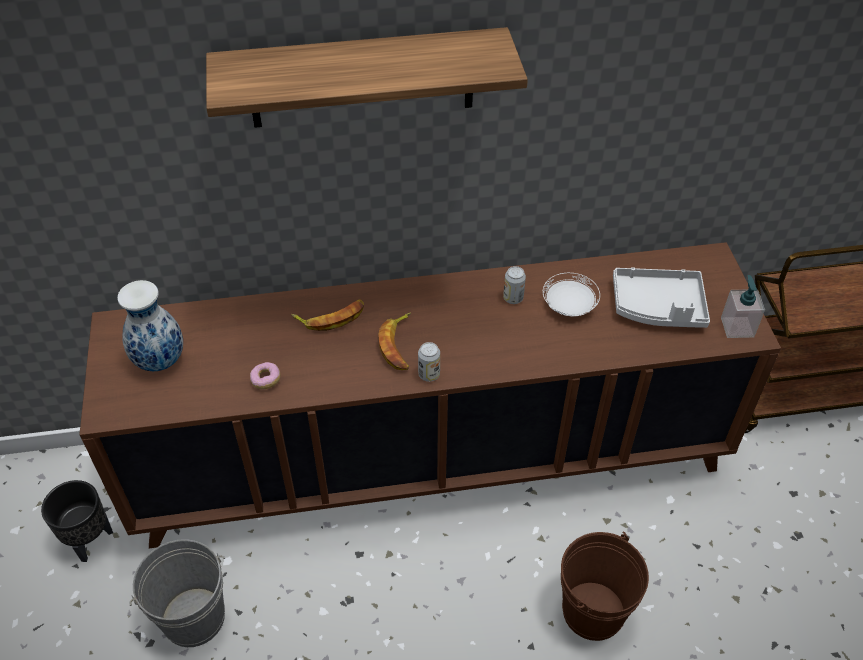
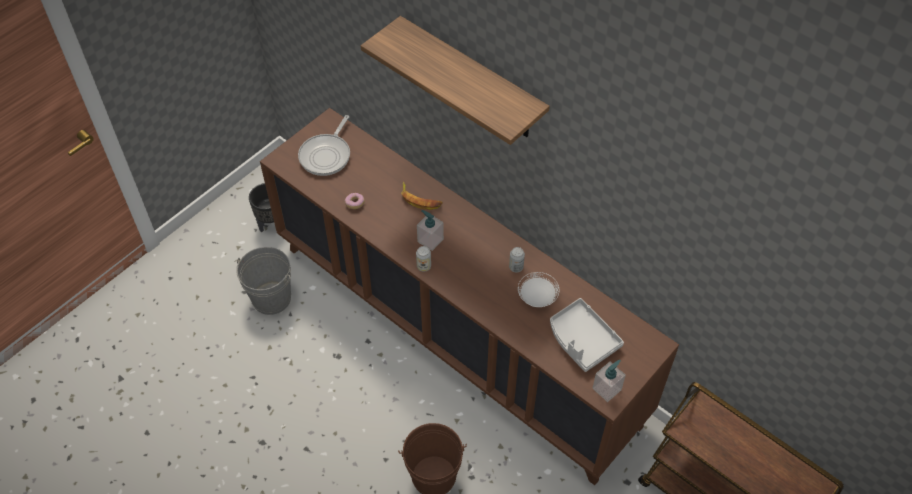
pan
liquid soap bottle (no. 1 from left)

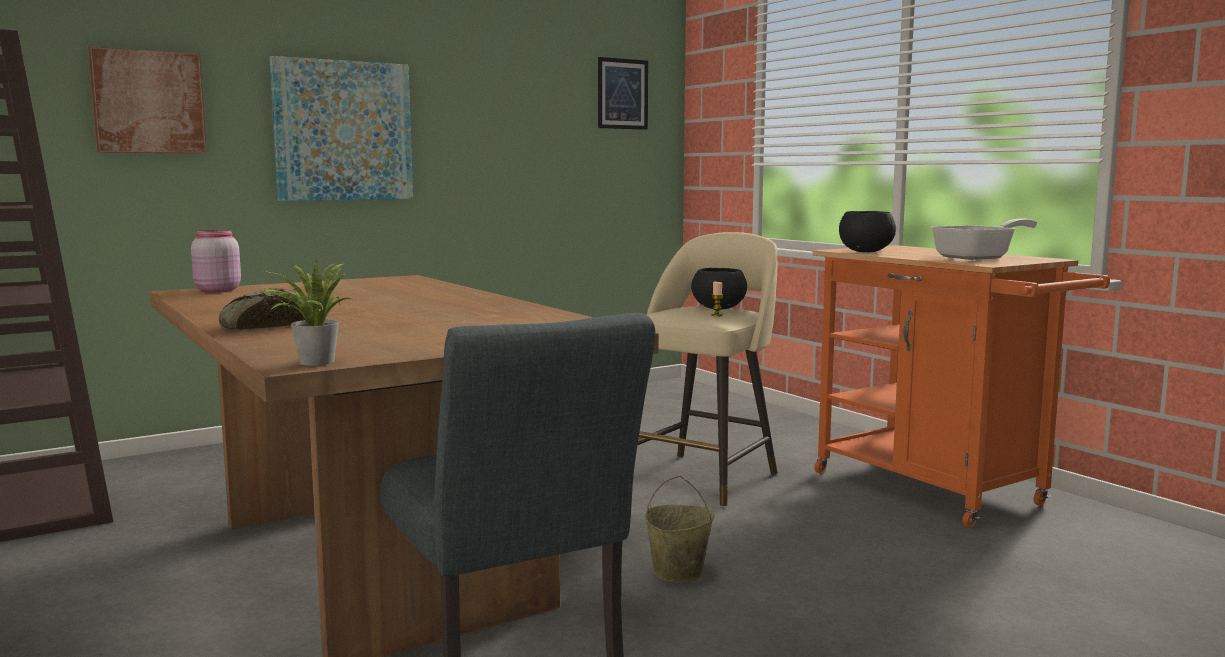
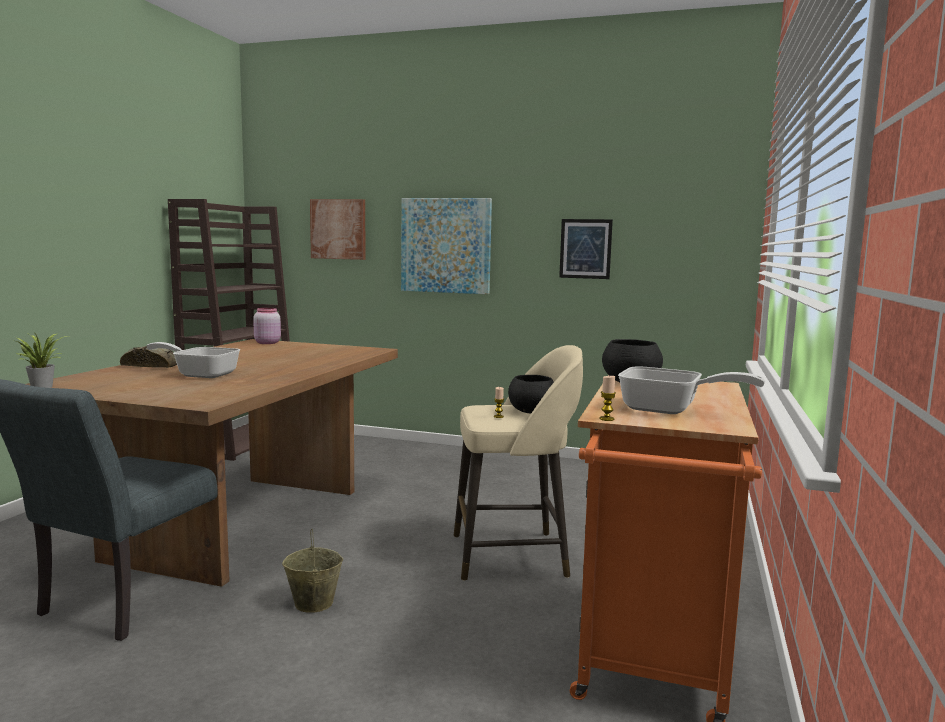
pan (no. 1 from left)
picture (no. 3 from left)
wax light (no. 2 from left)

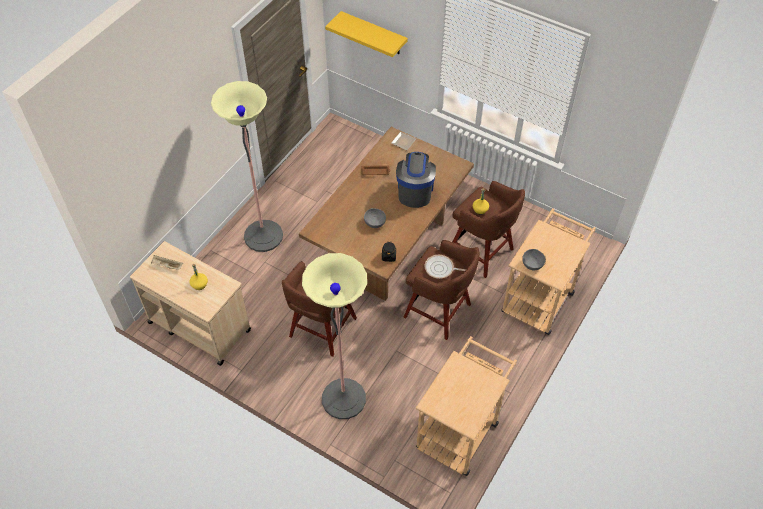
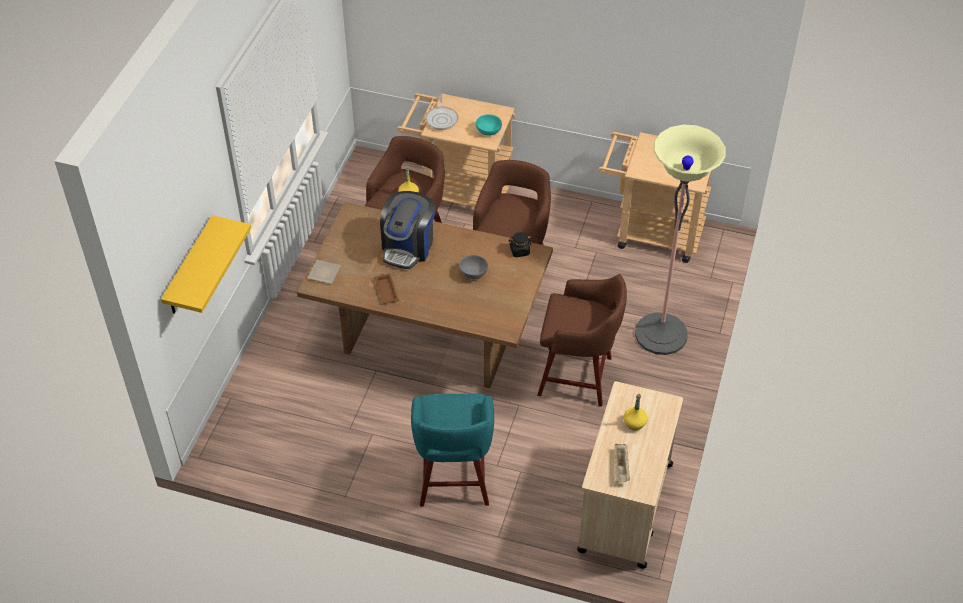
coffee brewer
sitting stool (turquoise)
pan
bowl (turquoise)

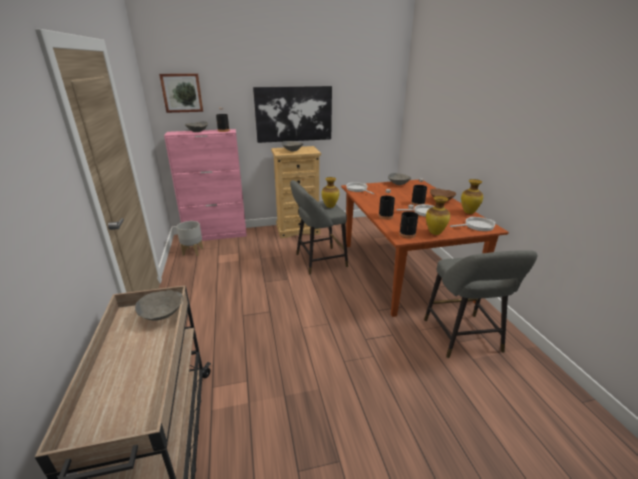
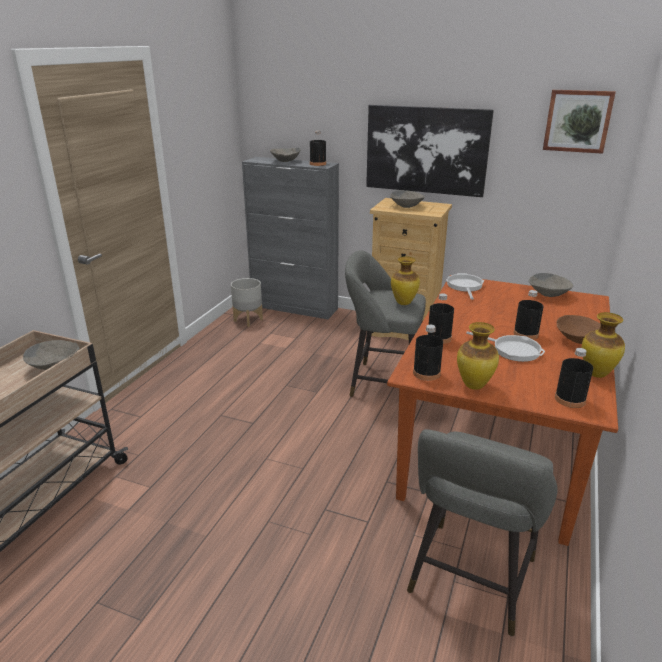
storage cabinet (gray)
picture (no. 2 from left)
drink bottle (black-coloured) (no. 5 from left)

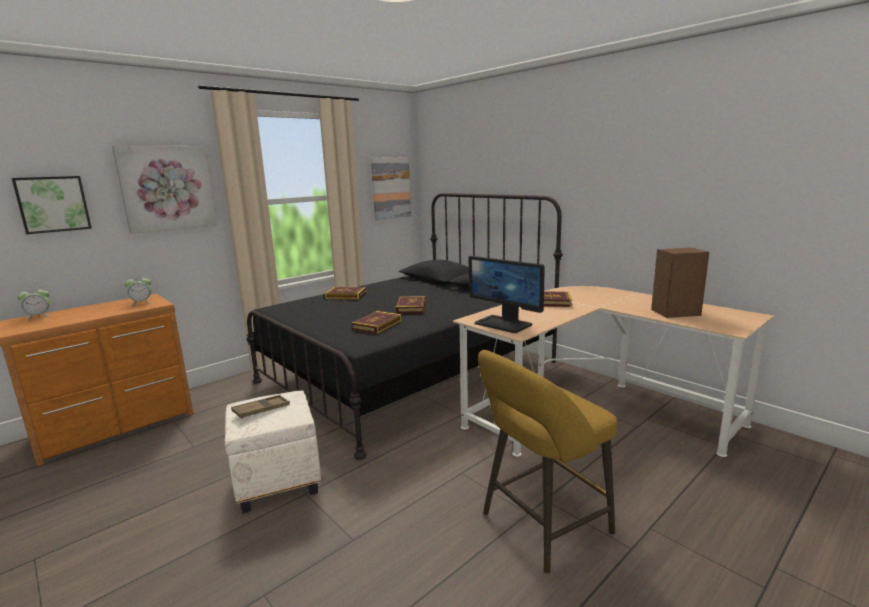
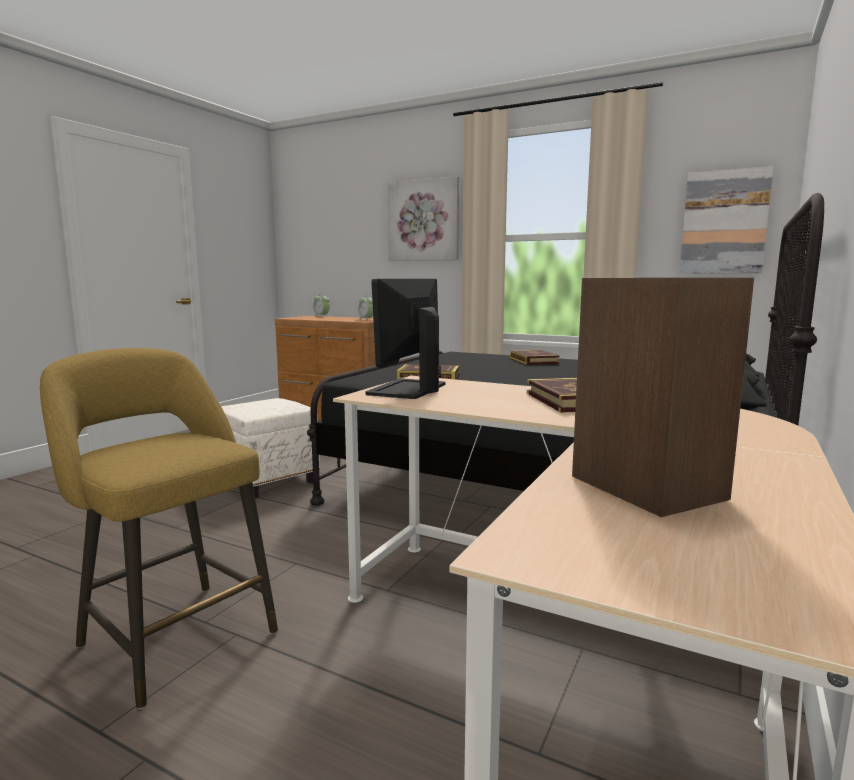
picture (no. 1 from left in the first image)
tray (brownish)
book (no. 3 from left in the first image)

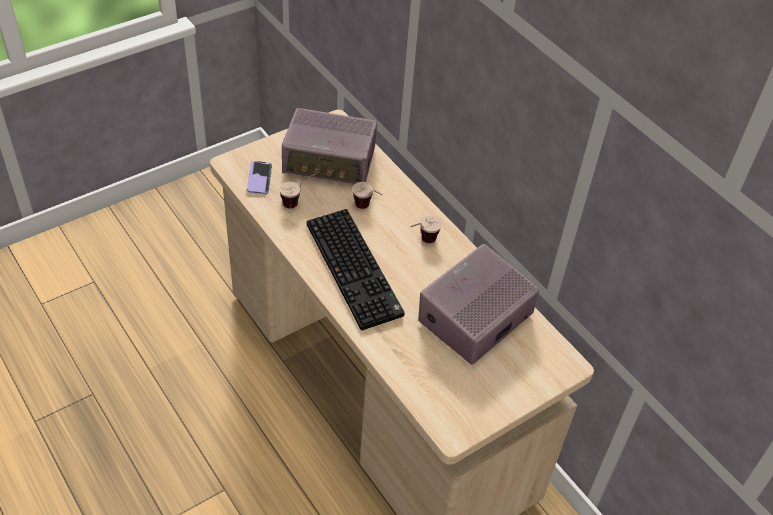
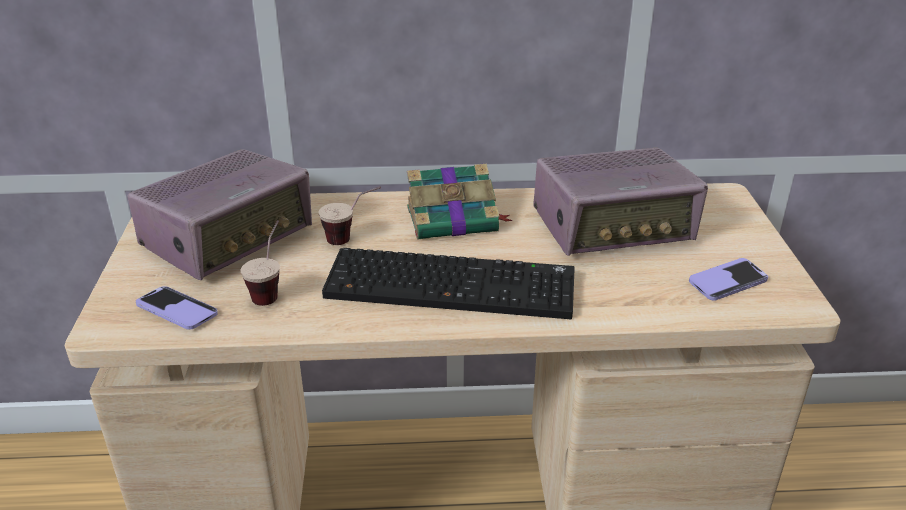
book
radio receiver (no. 2 from left)
telephone (no. 2 from left)

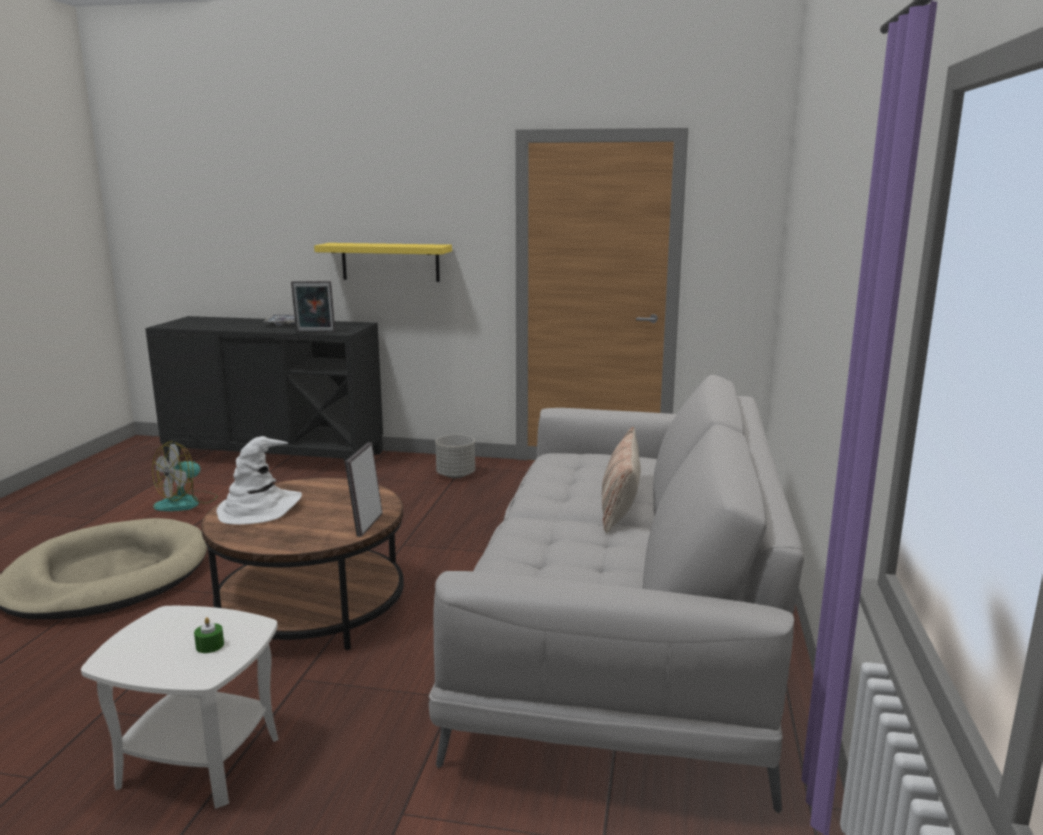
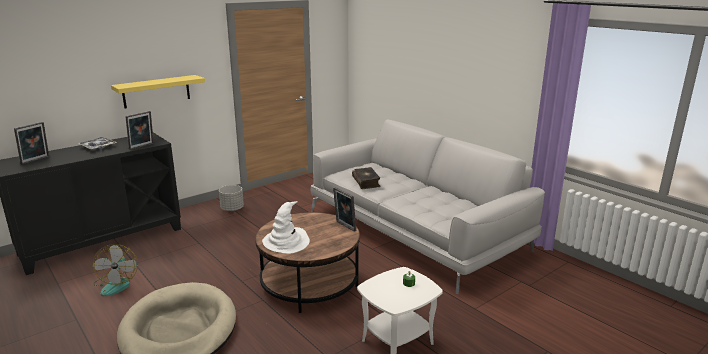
picture frame (no. 1 from left)
book
pillow

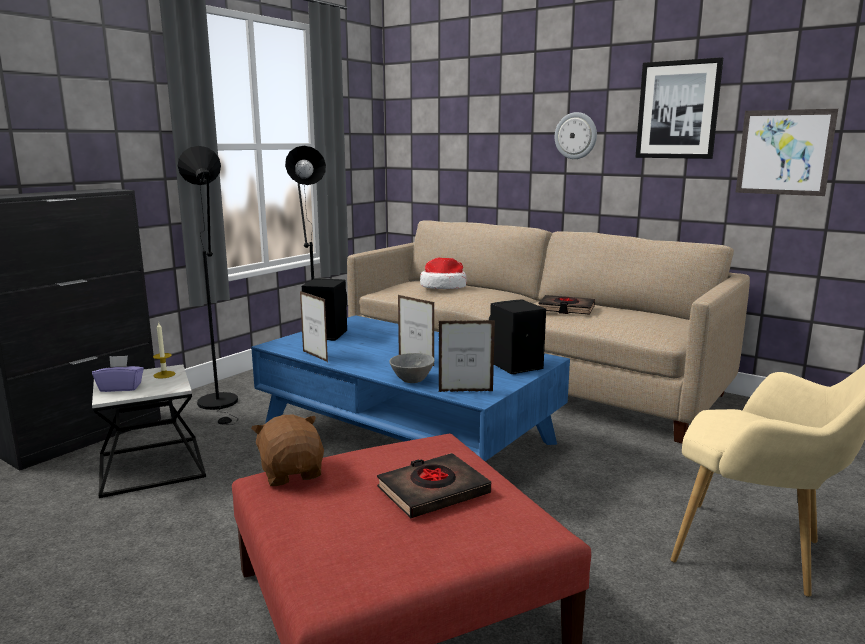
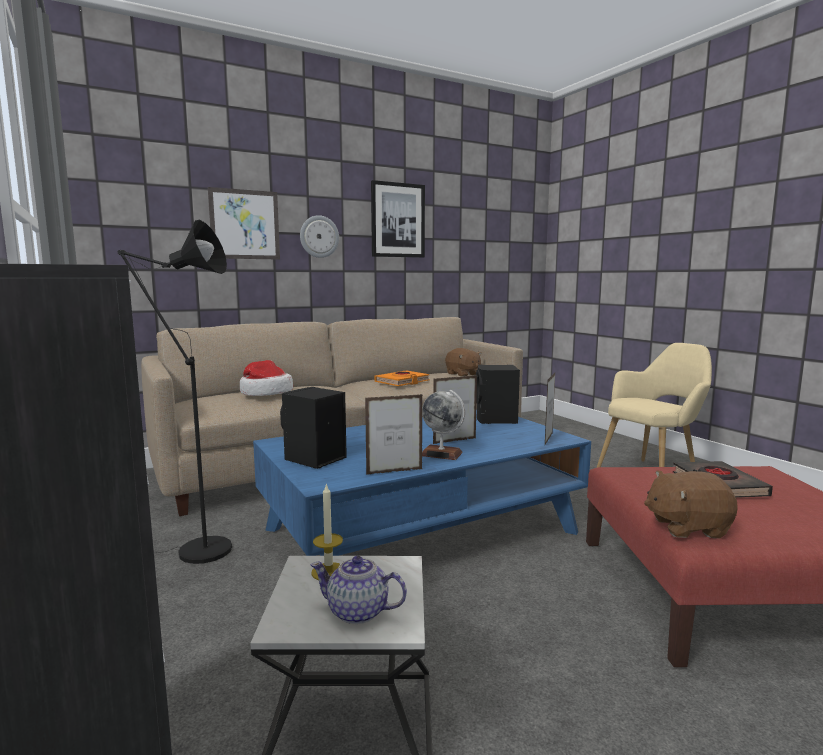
picture (no. 1 from left)
teapot
book (orangey)
globe
plush toy (brownish) (no. 1 from left)
standard lamp (black-coloured) (no. 1 from left in the first image)
bowl (gray)

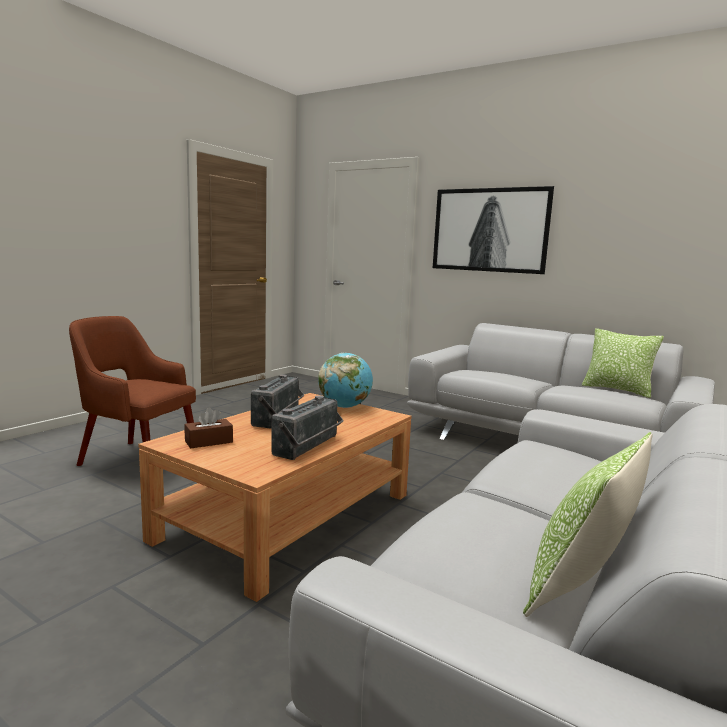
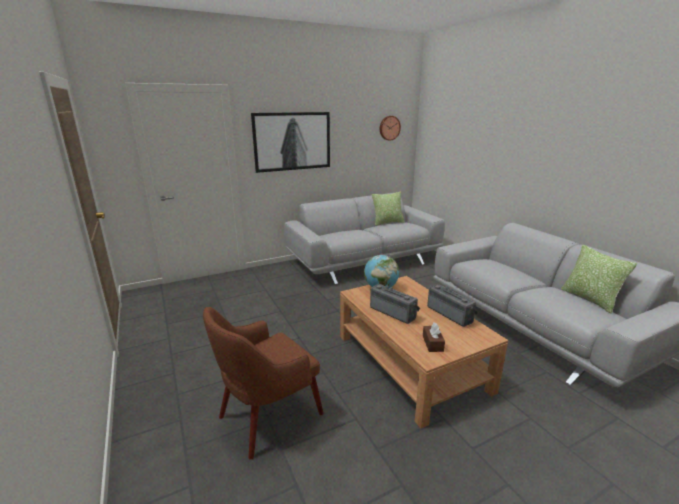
clock on the wall

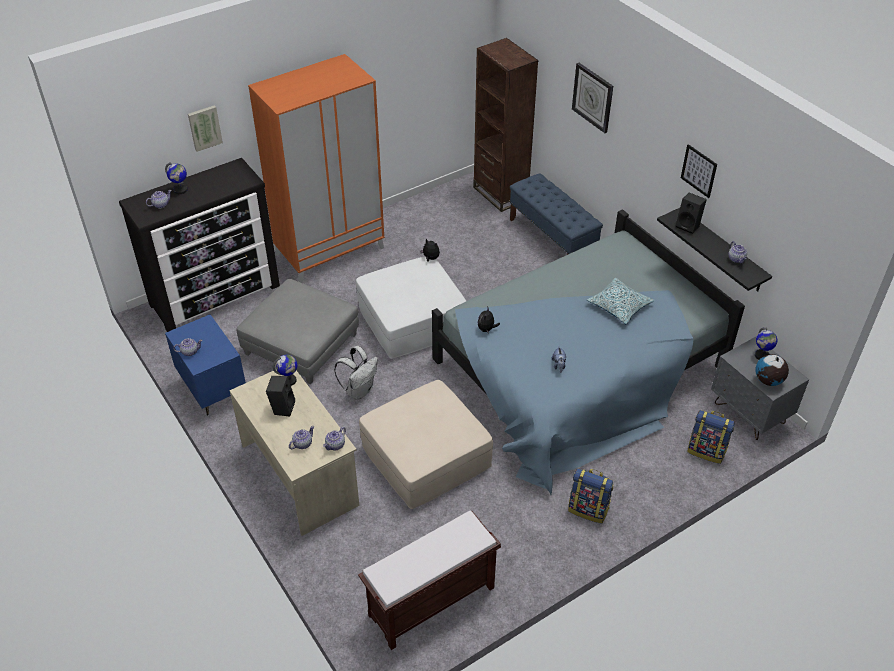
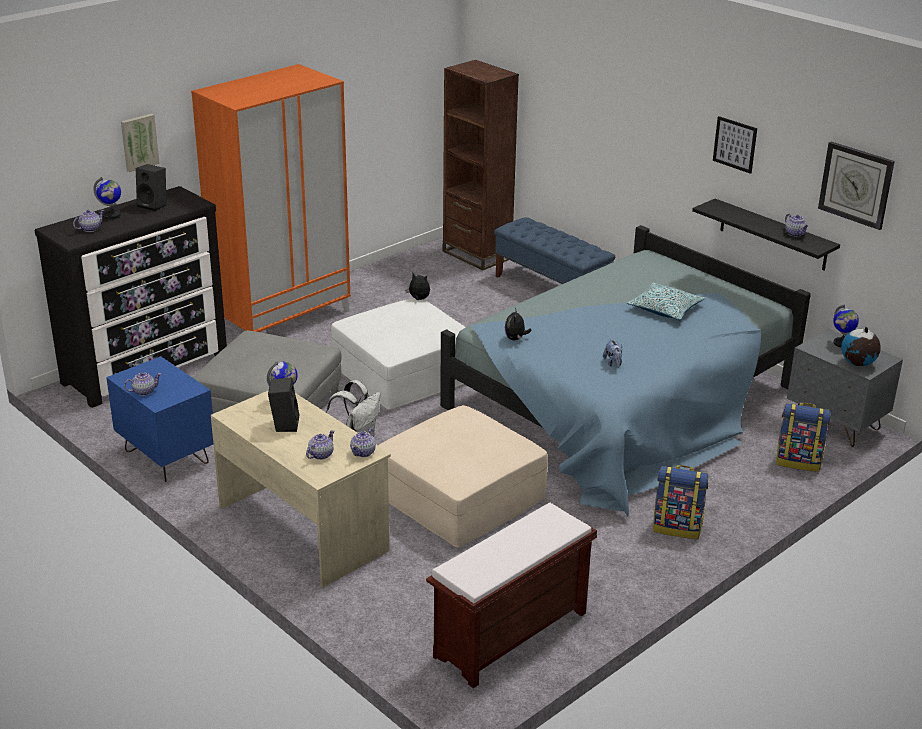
audio speaker (black-coloured) (no. 1 from left)
clock on the wall

